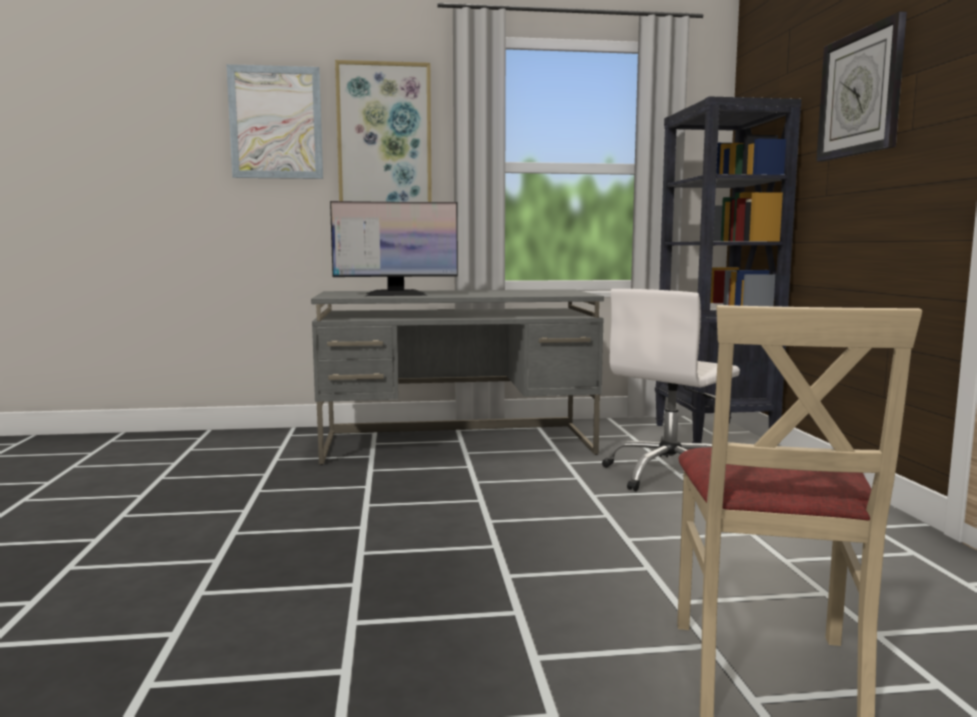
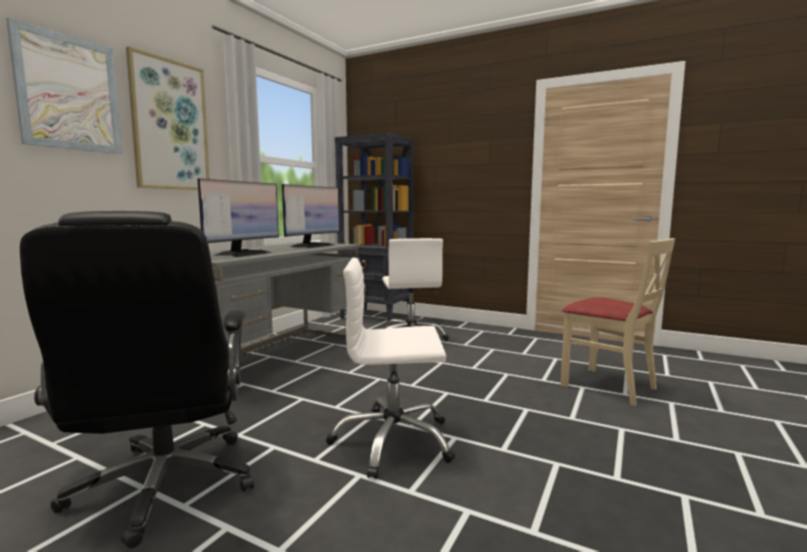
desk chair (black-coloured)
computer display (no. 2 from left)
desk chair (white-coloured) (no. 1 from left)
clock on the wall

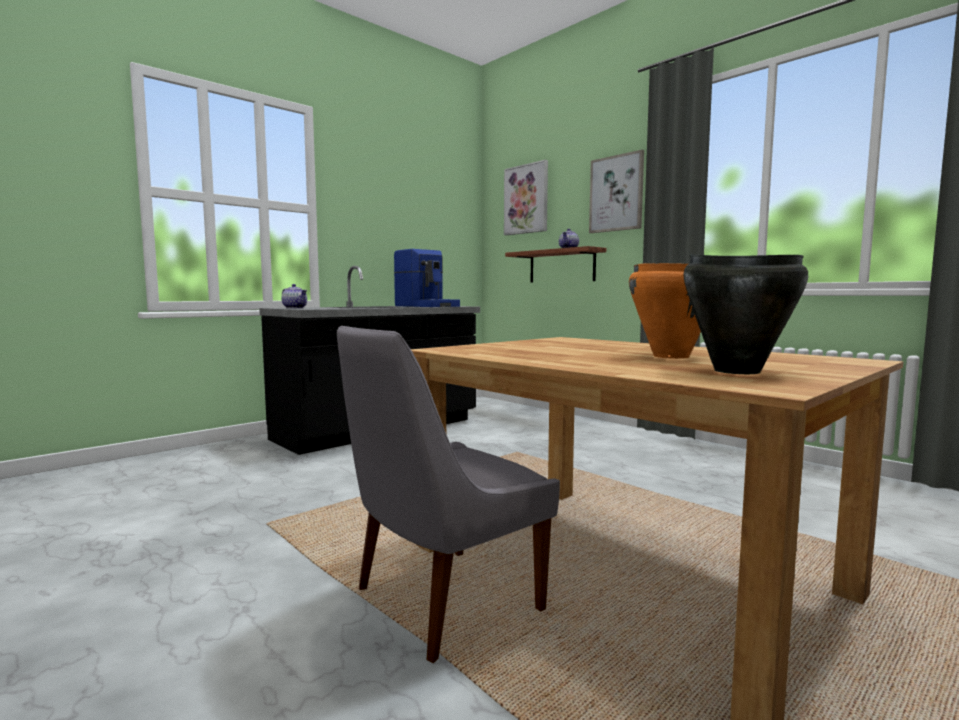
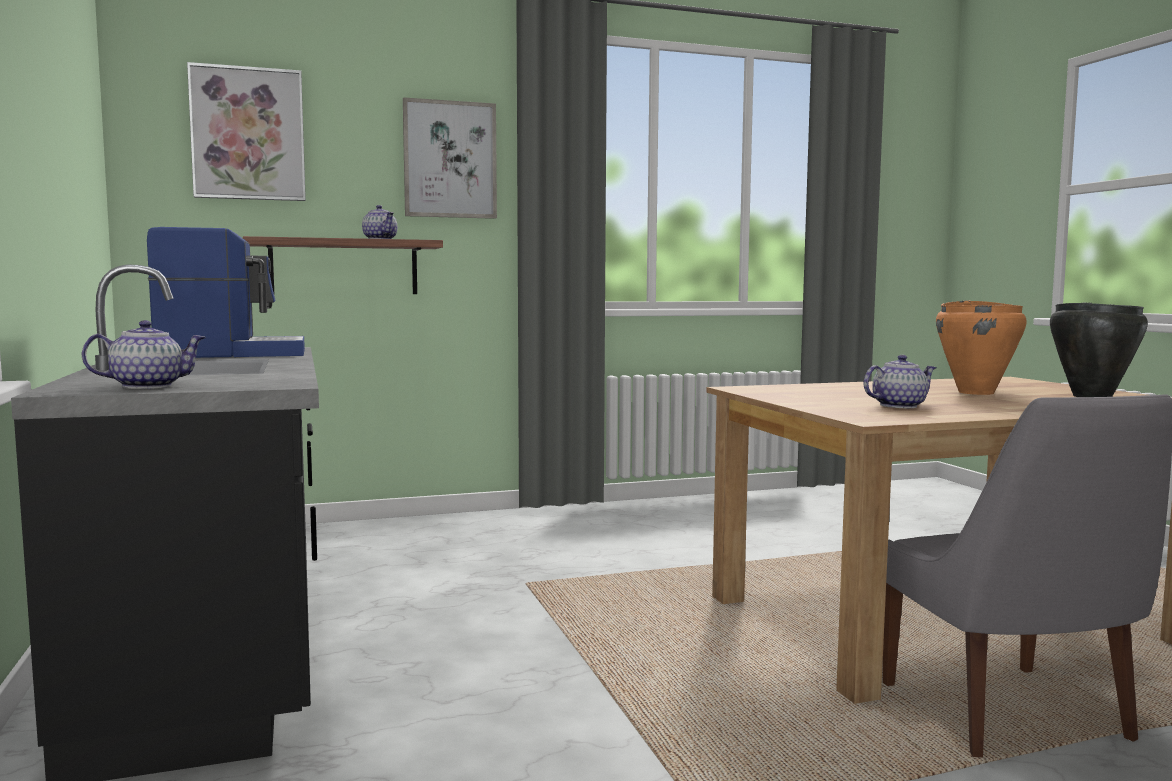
teapot (no. 3 from left)

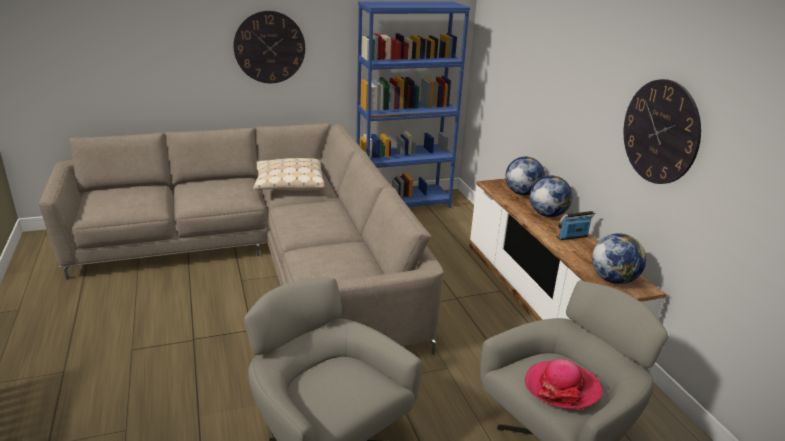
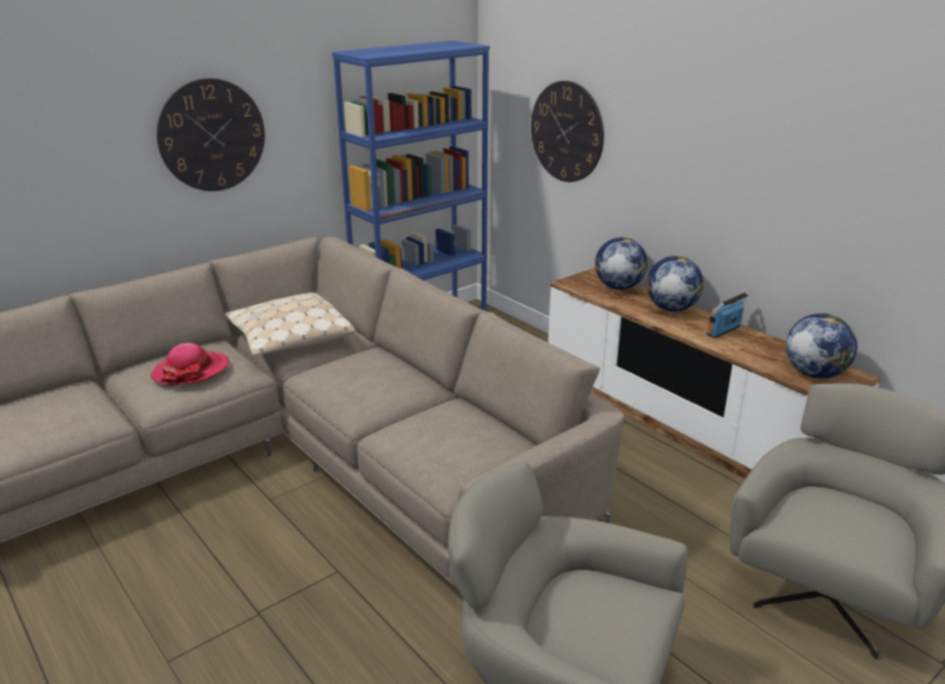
wearable hat
clock on the wall (no. 2 from left)

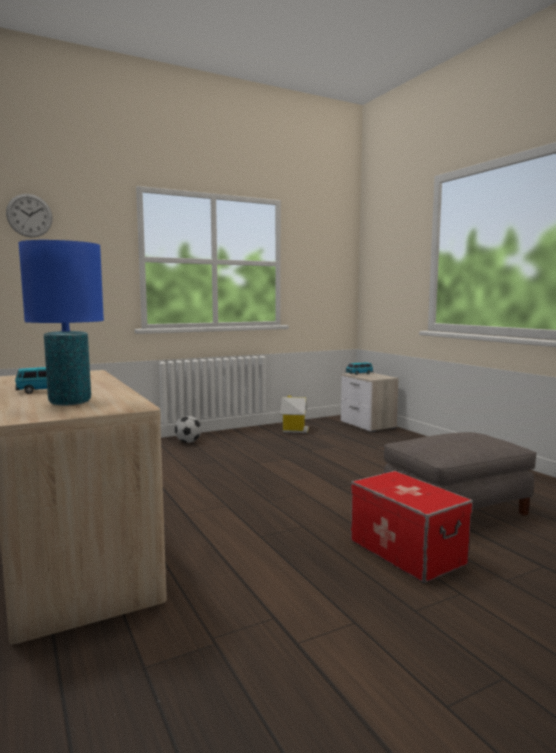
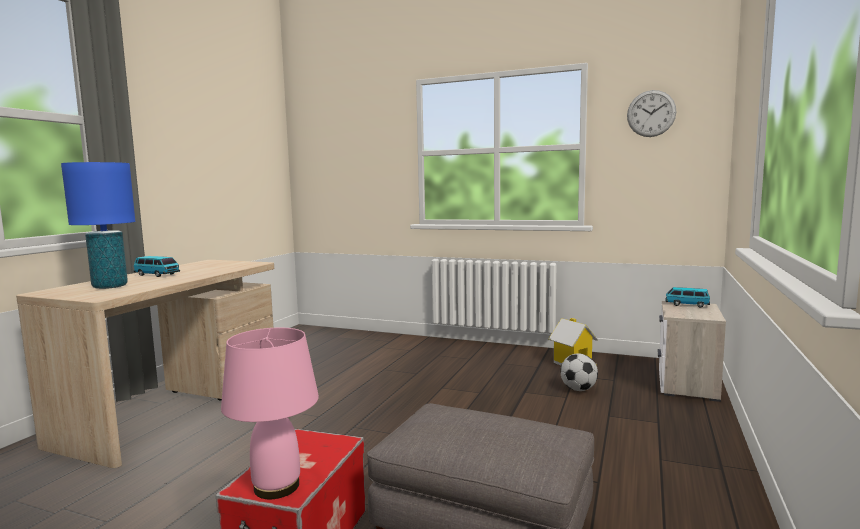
lamp for a table (pink-coloured)
football ball
clock on the wall

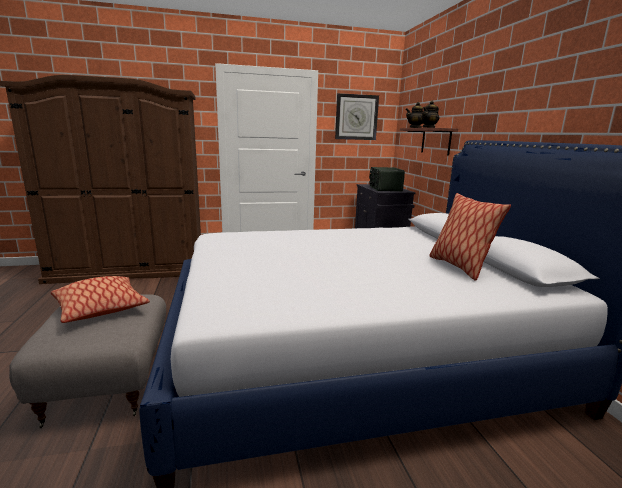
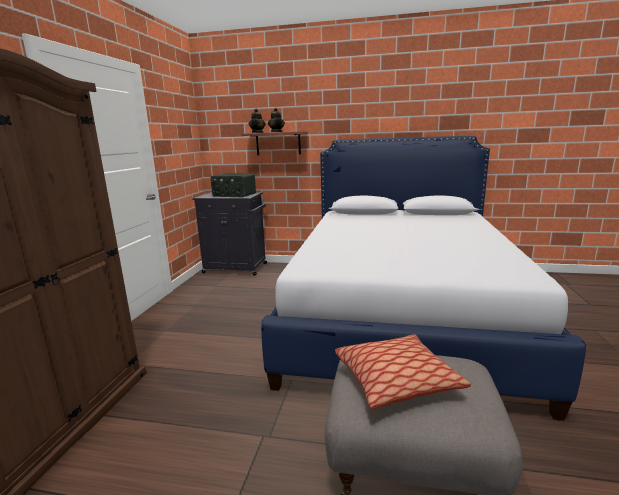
clock on the wall
pillow (no. 2 from left in the first image)

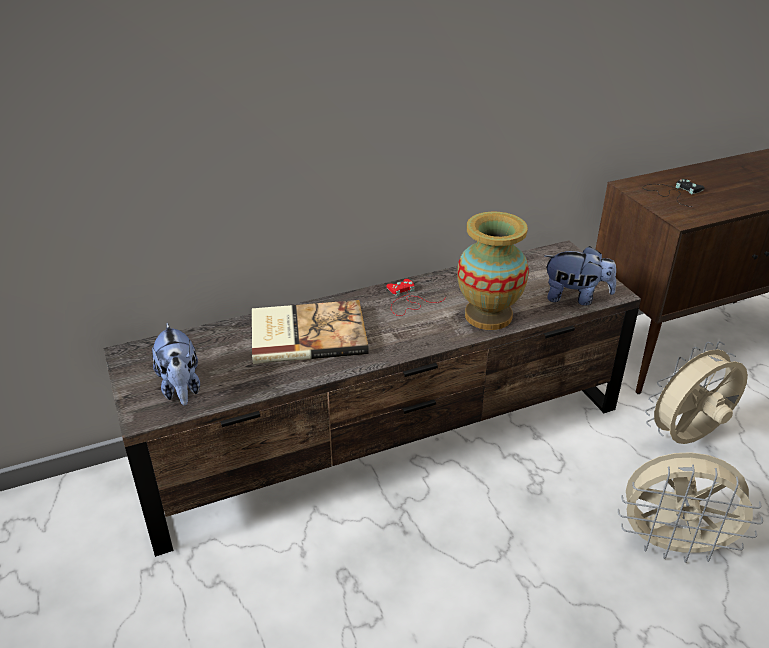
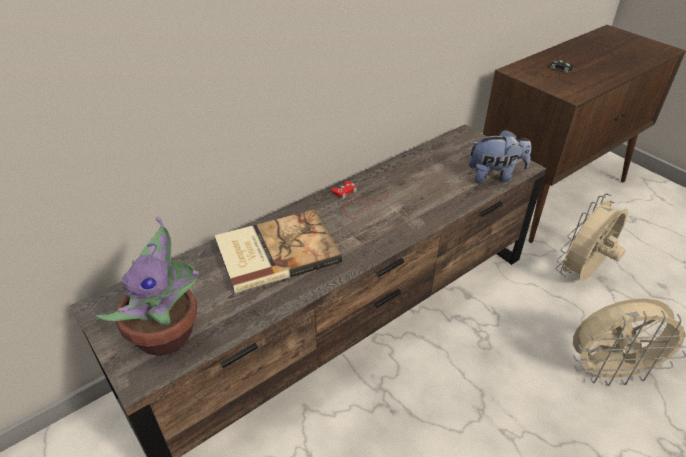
houseplant
flower vase

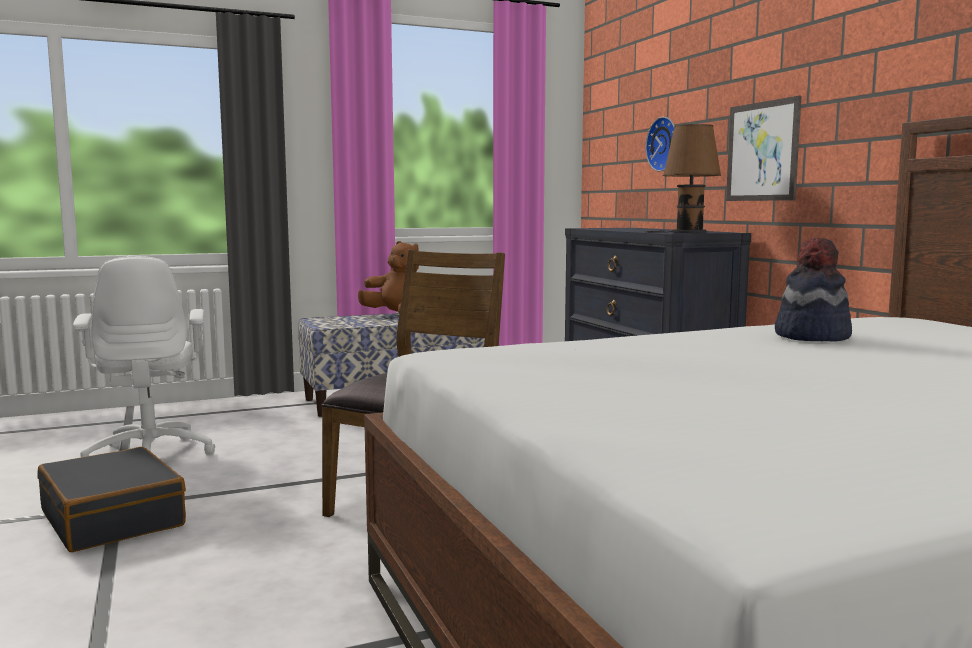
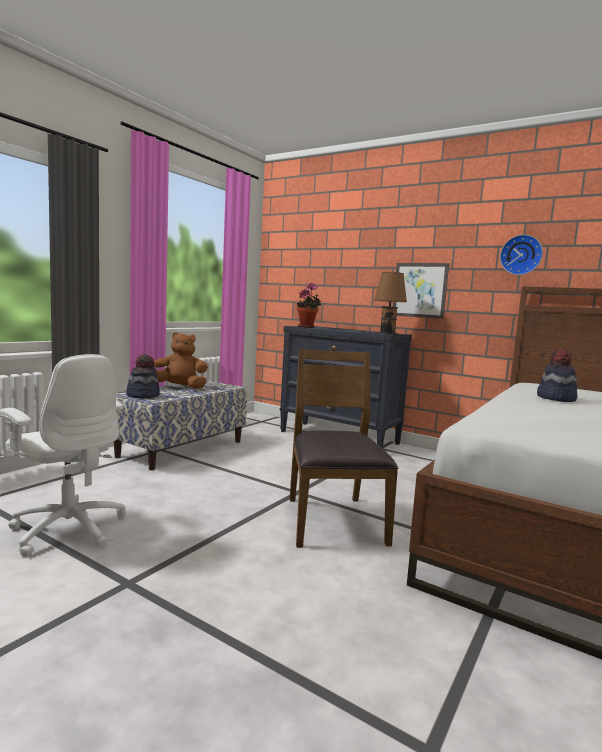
wearable hat (no. 1 from left)
houseplant
clock on the wall
piece of luggage (black-coloured)

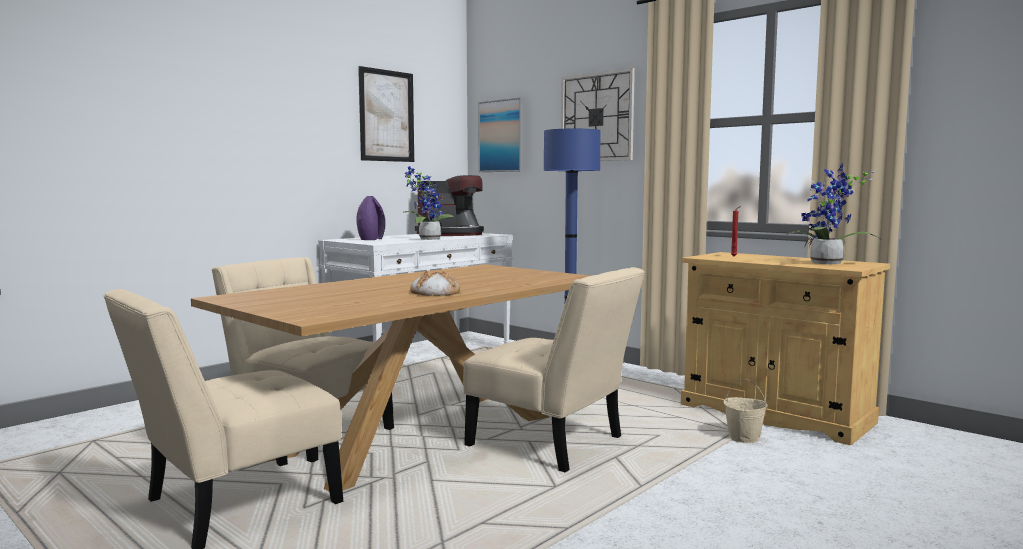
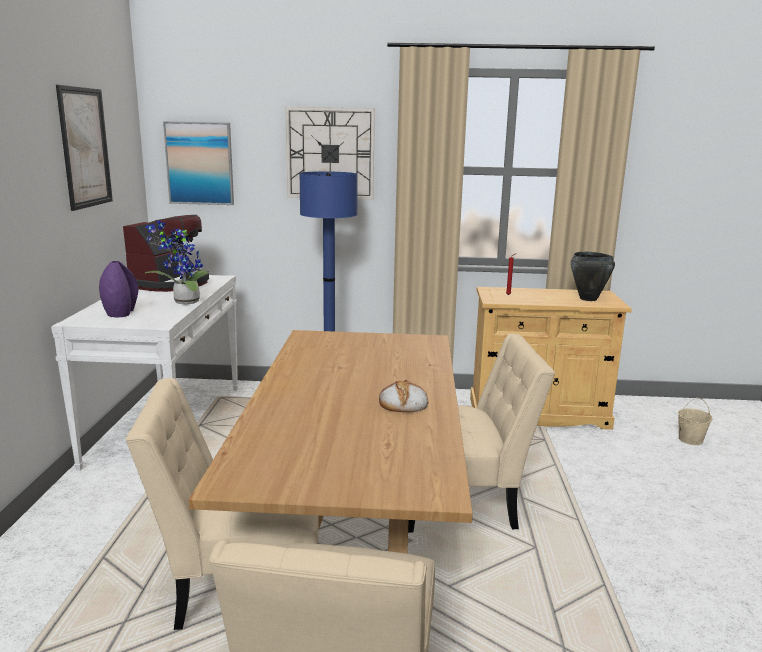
stockpot (black-coloured)
pail (beige-coloured)

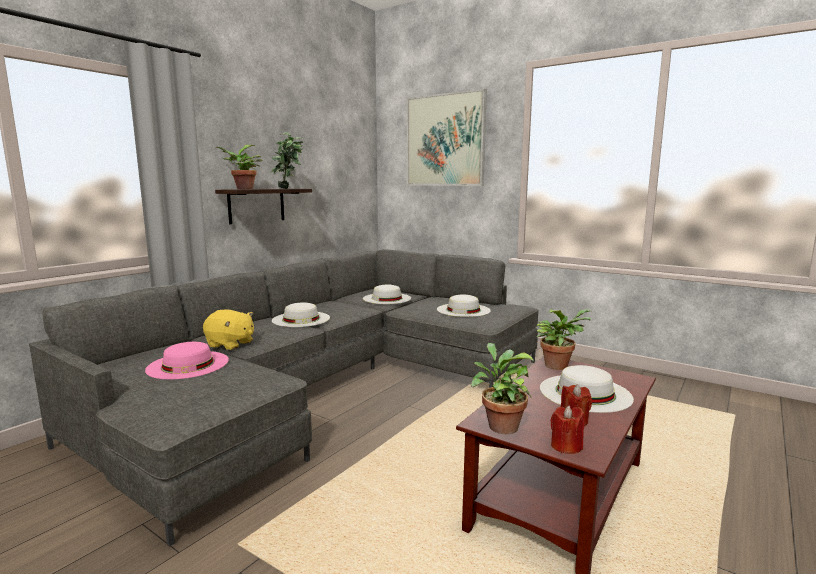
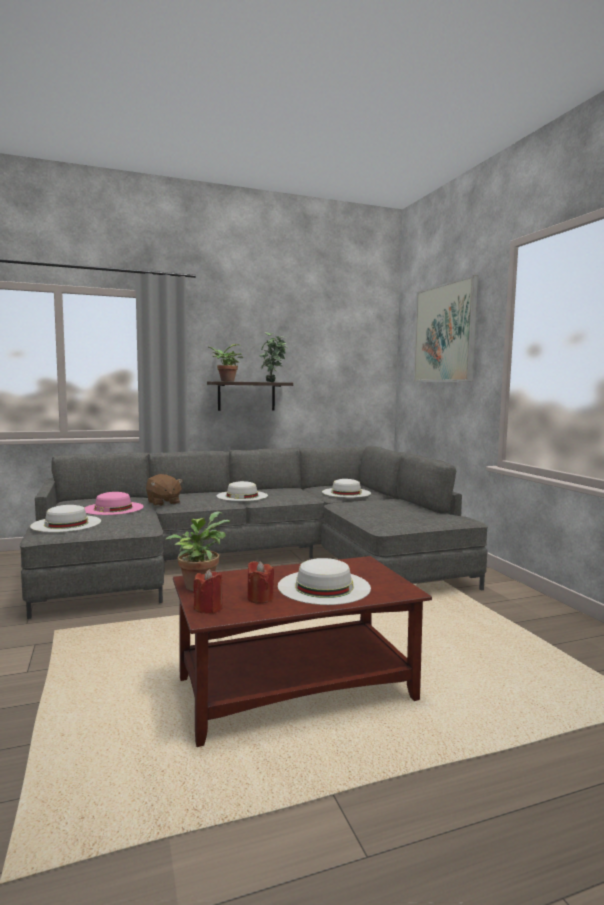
wearable hat (white-coloured) (no. 1 from left)
plush toy (brownish)
houseplant (no. 4 from left in the first image)

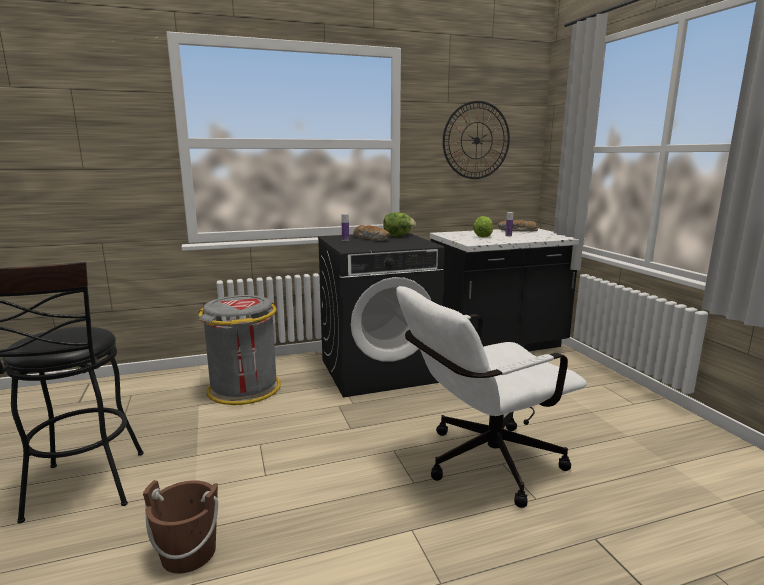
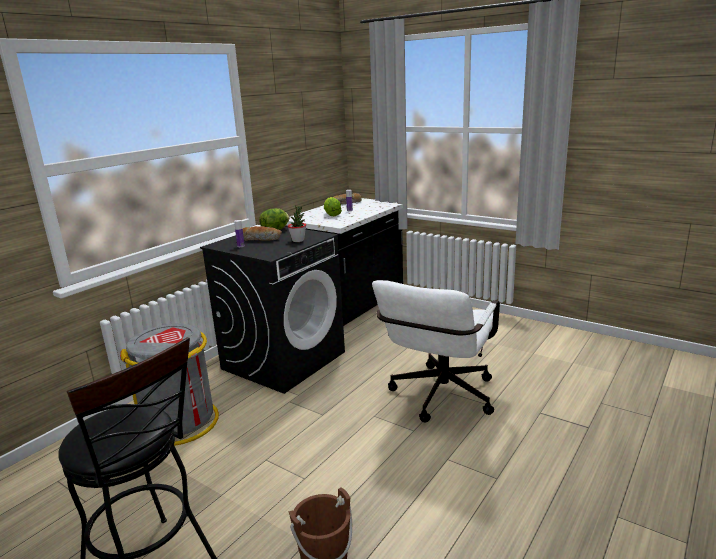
houseplant
clock on the wall

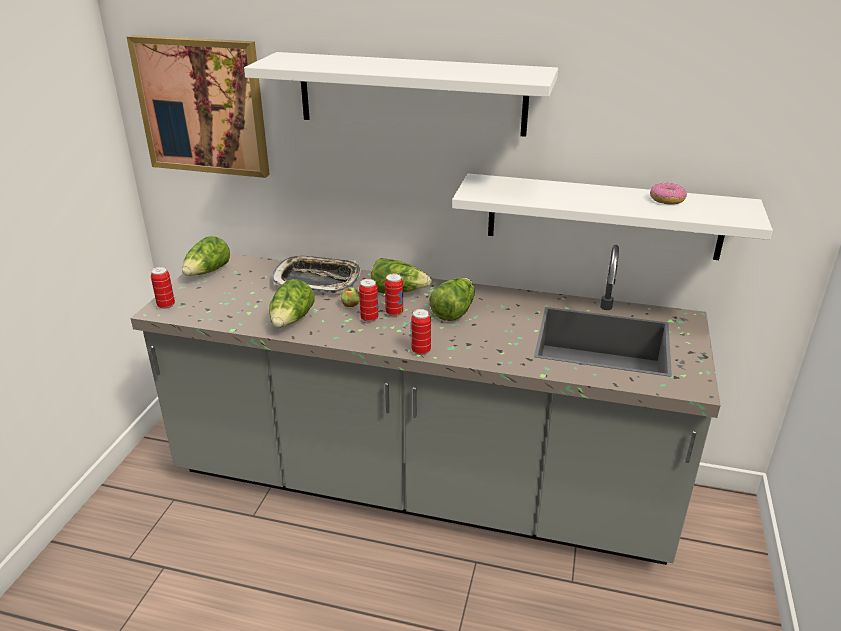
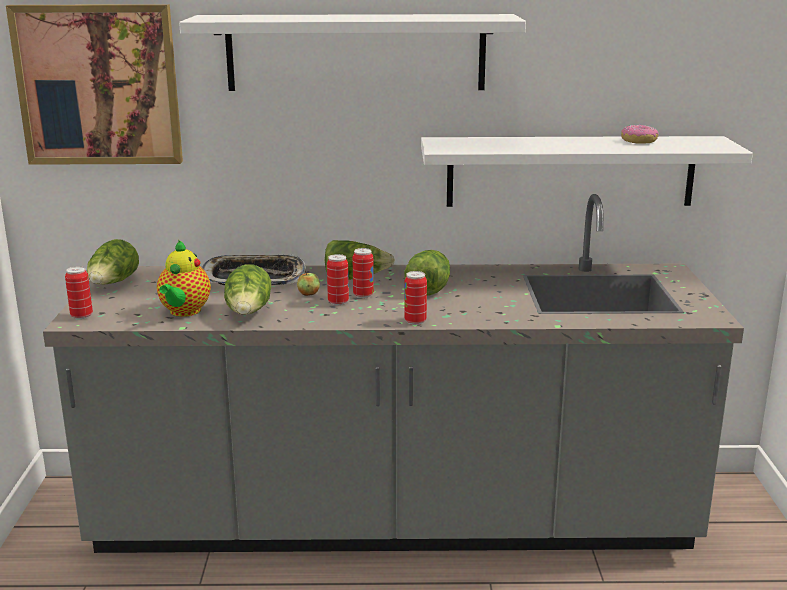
teapot

